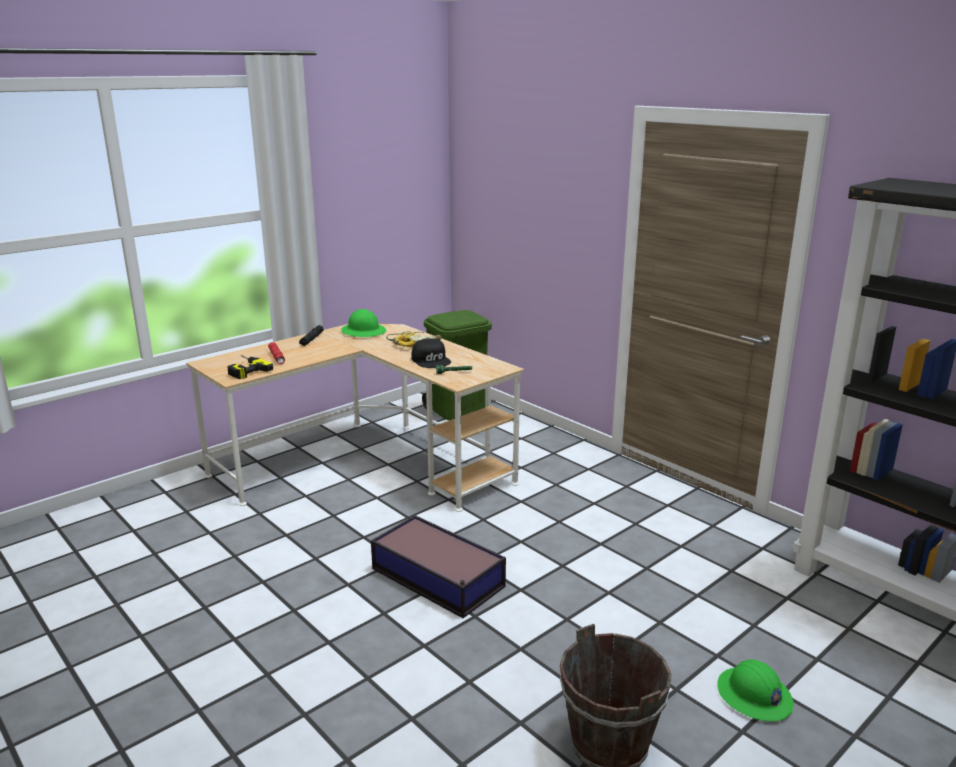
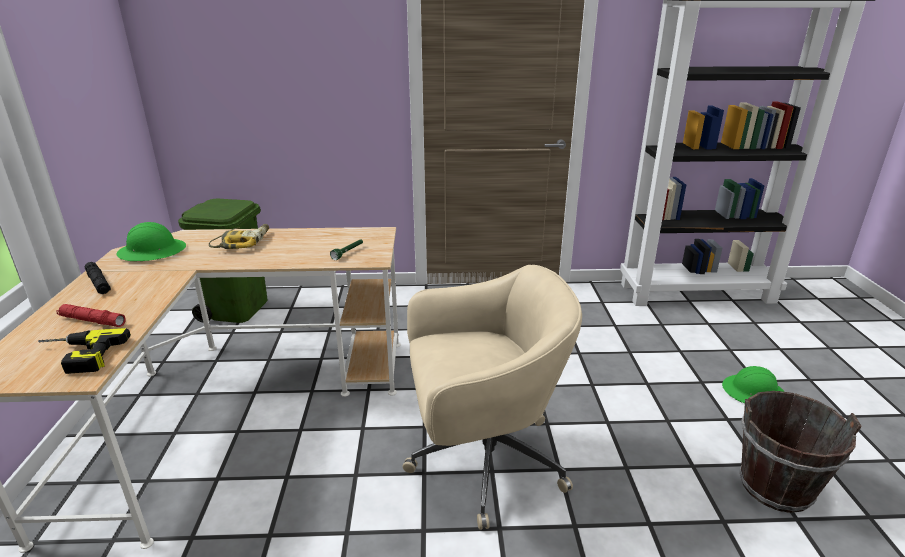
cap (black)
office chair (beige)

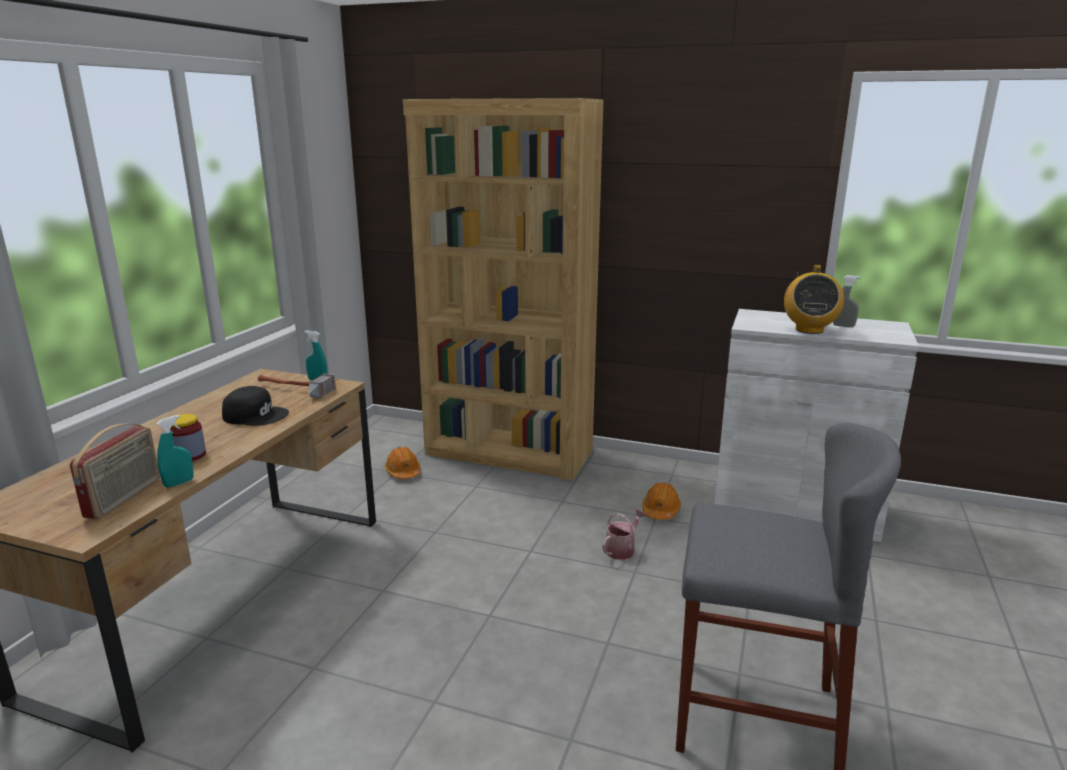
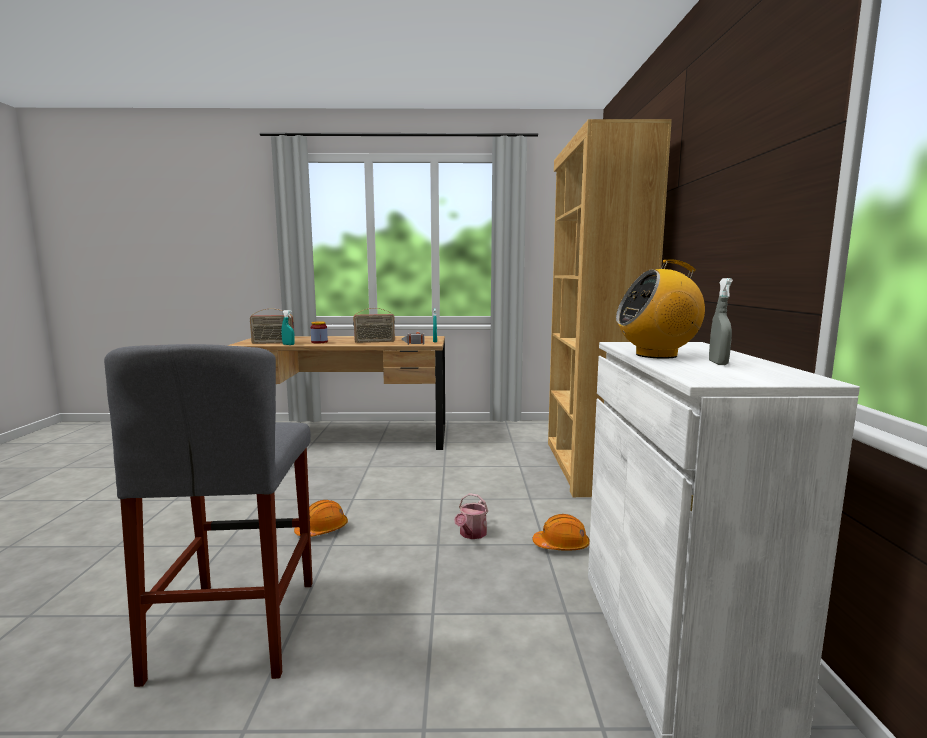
hard hat (orange) (no. 1 from left)
radio (no. 2 from left)
watering can

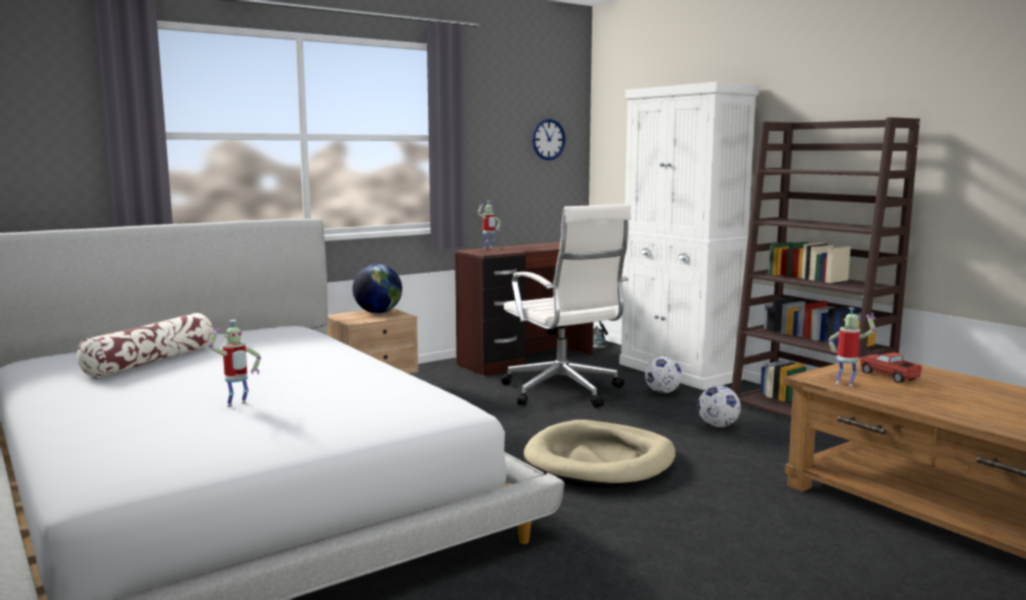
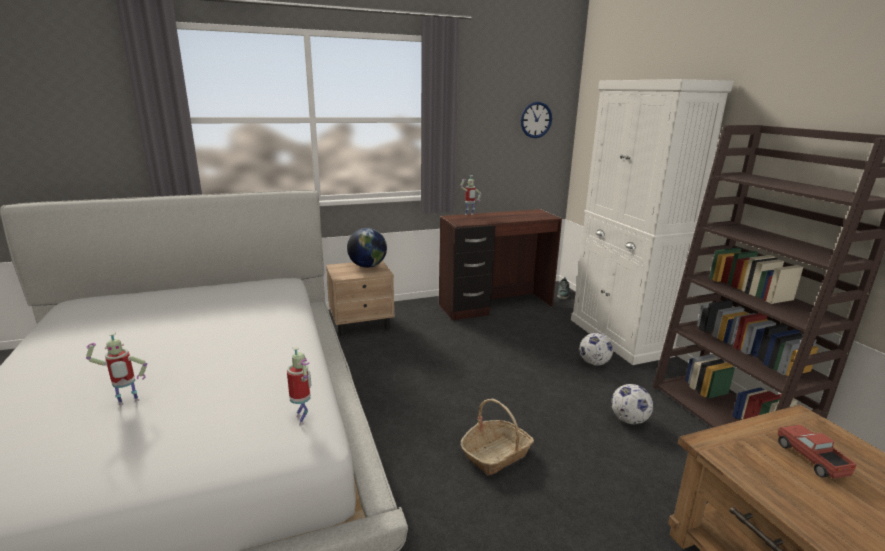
pillow
office chair (white)
toy robot (no. 2 from left)
basket

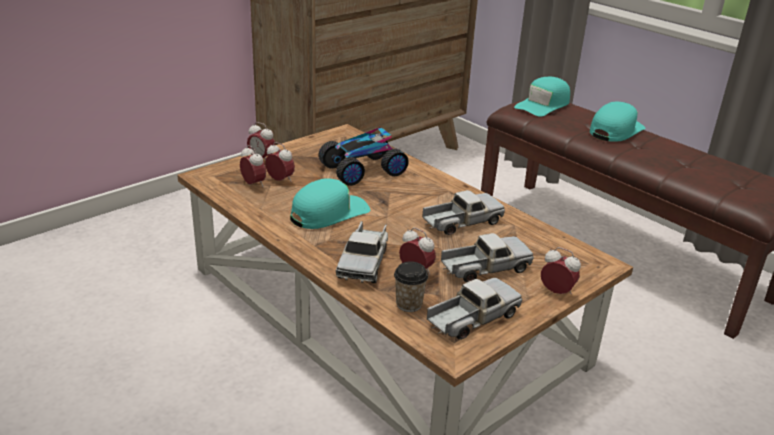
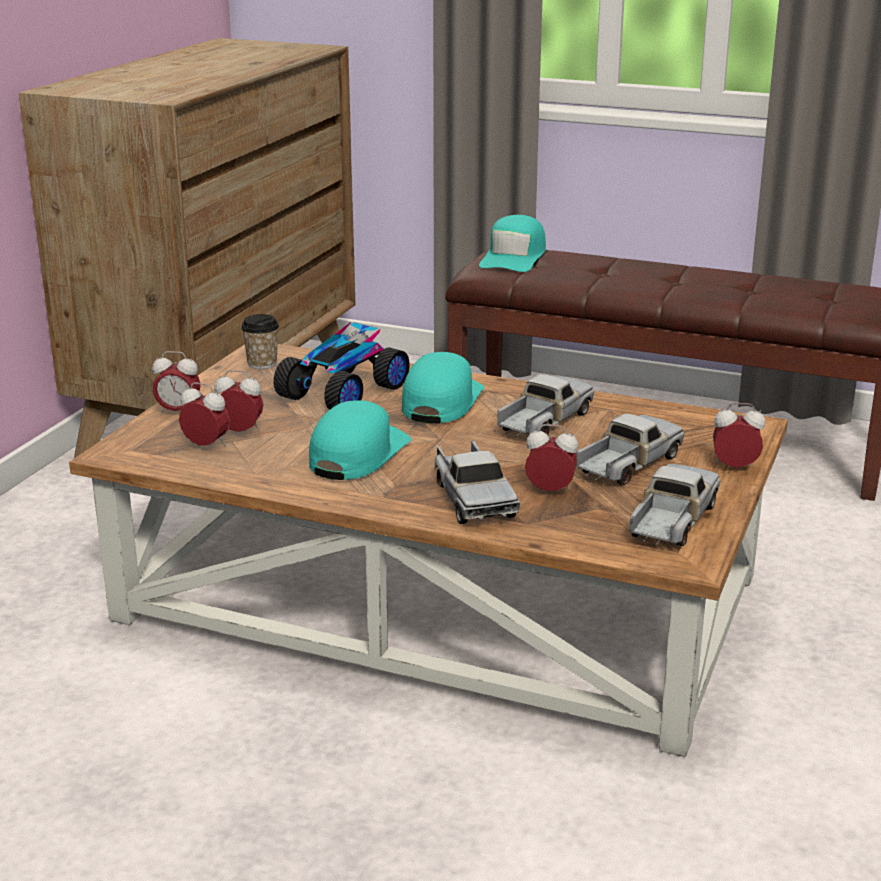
cup
cap (turquoise) (no. 2 from left)

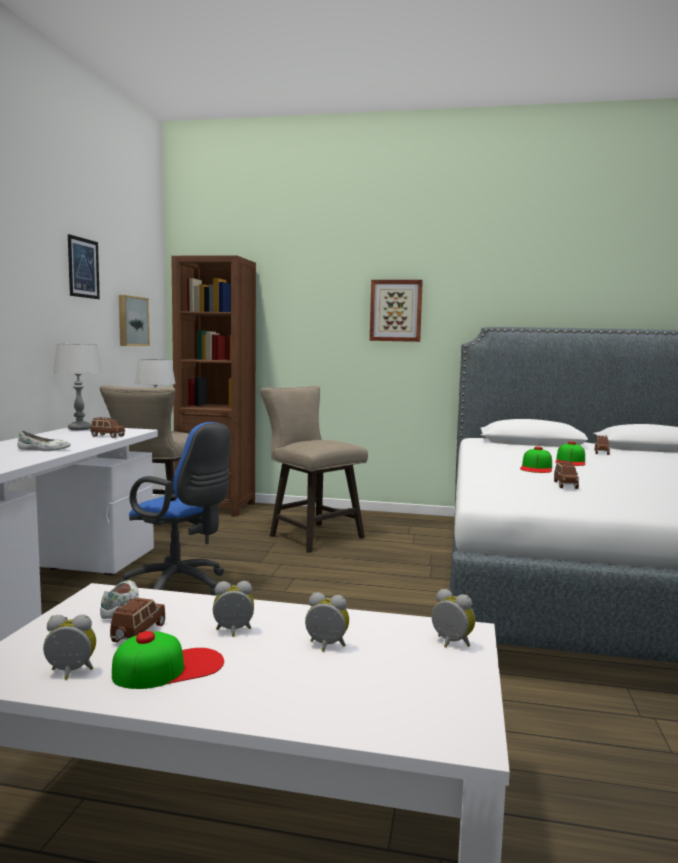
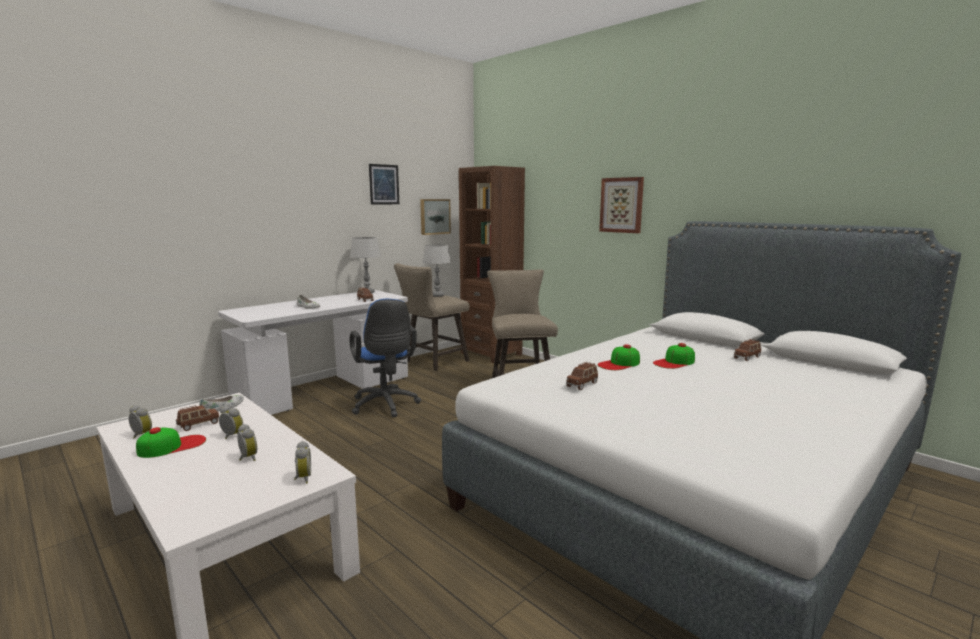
cap (no. 1 from left)

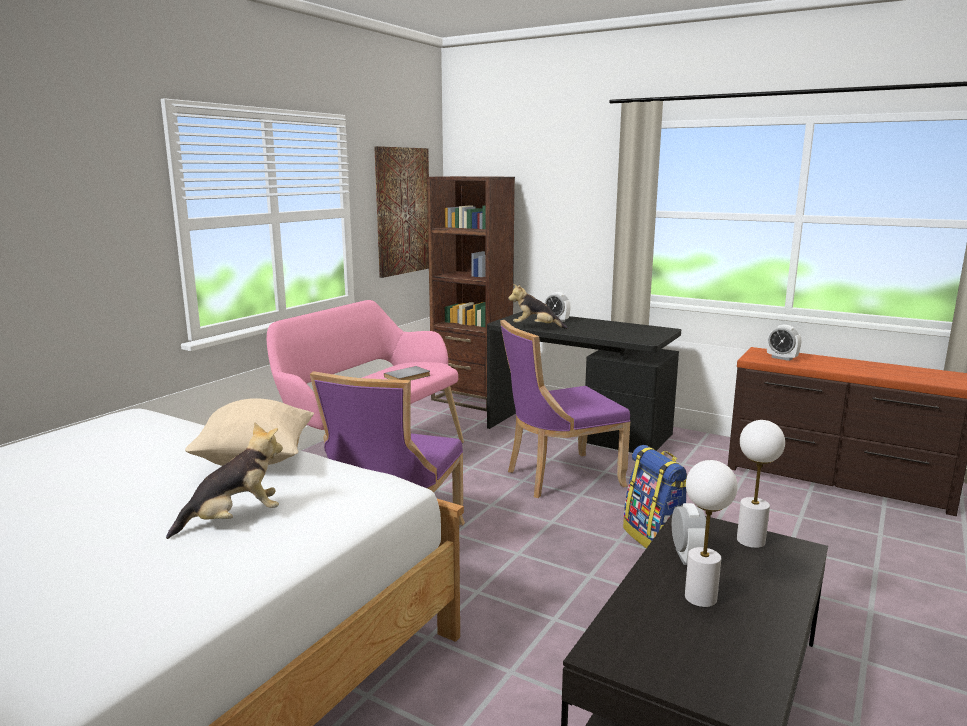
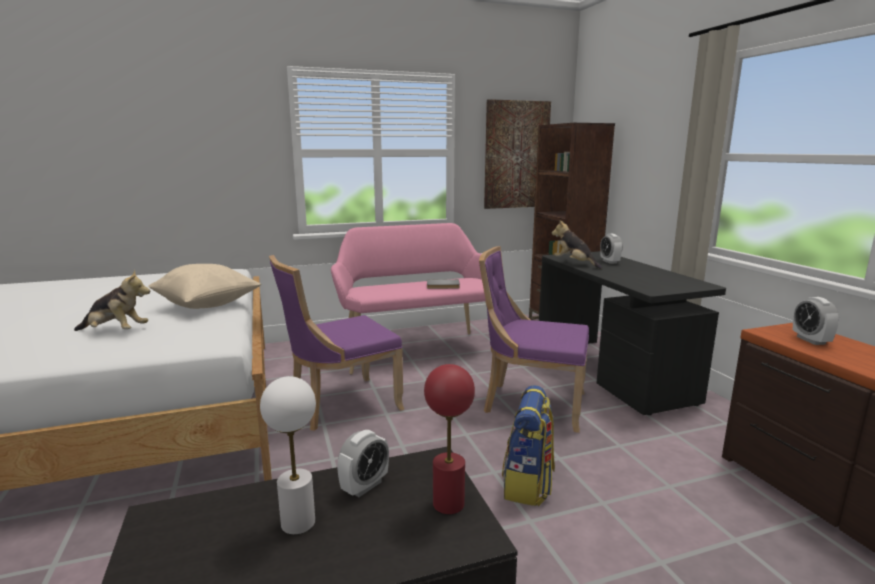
table lamp (red)

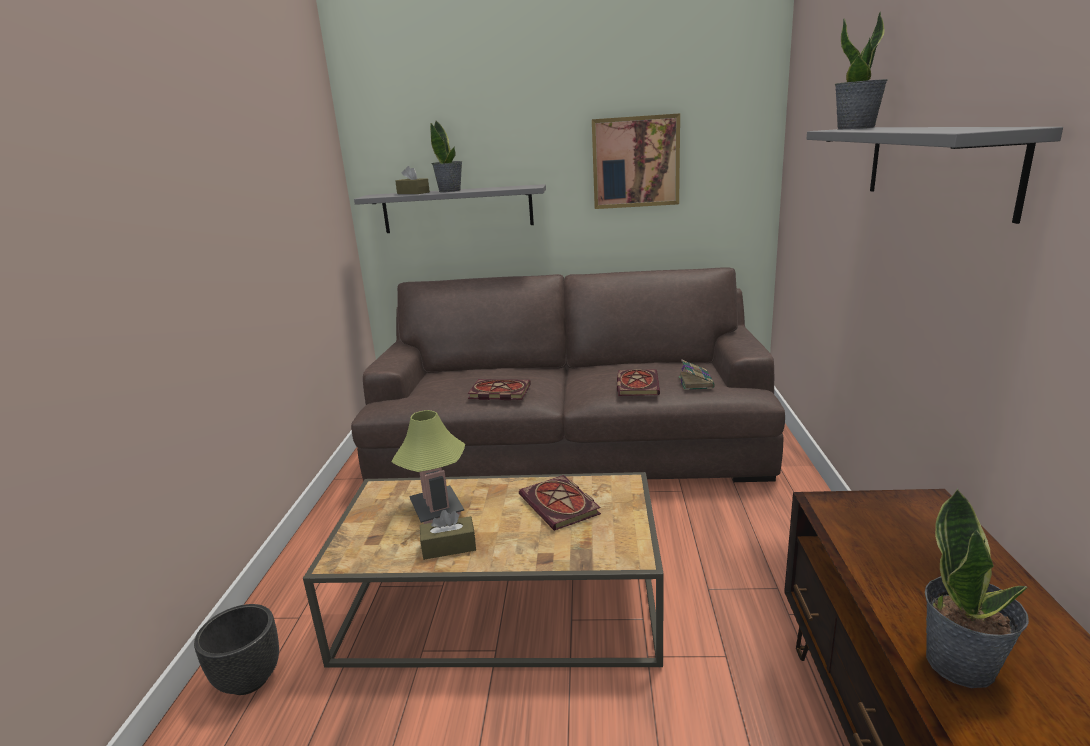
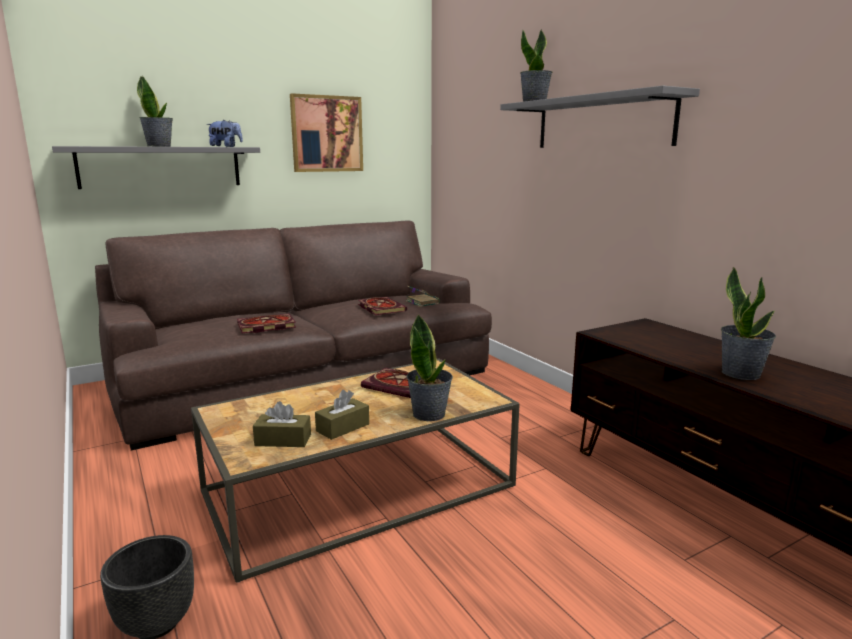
table lamp
plush toy
potted plant (no. 2 from left)
tissue box (brown) (no. 1 from left)

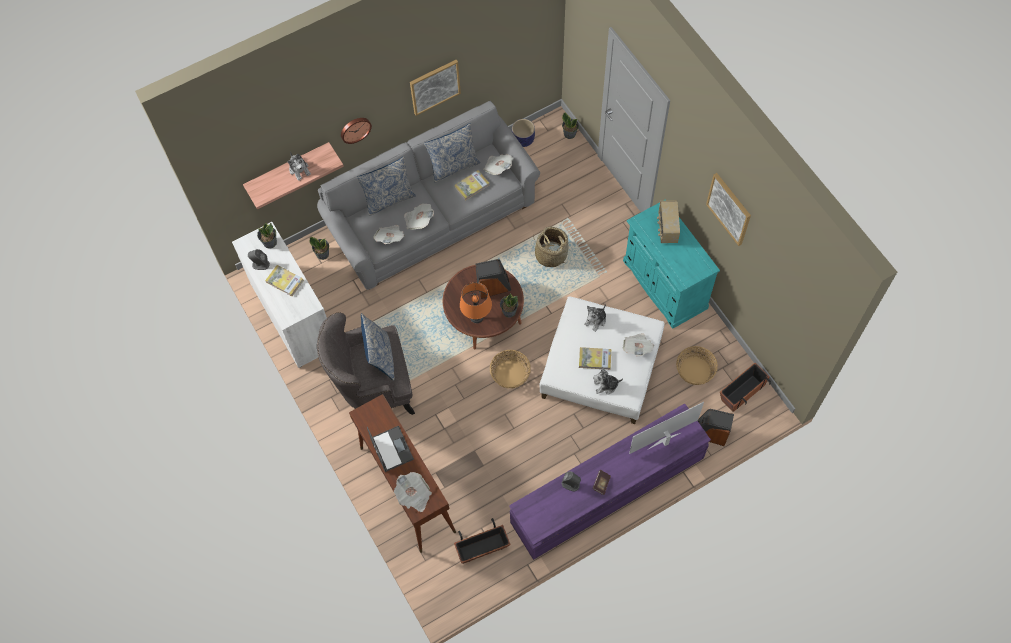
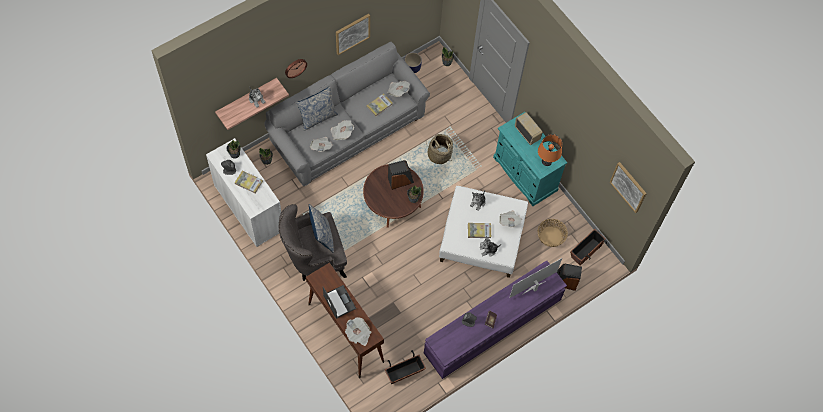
pillow (no. 3 from left in the first image)
basket (no. 1 from left in the first image)
table lamp (orange)
picture (no. 2 from left)
radio

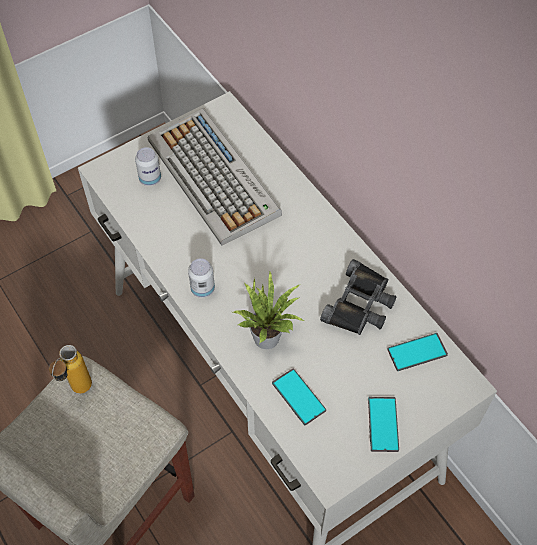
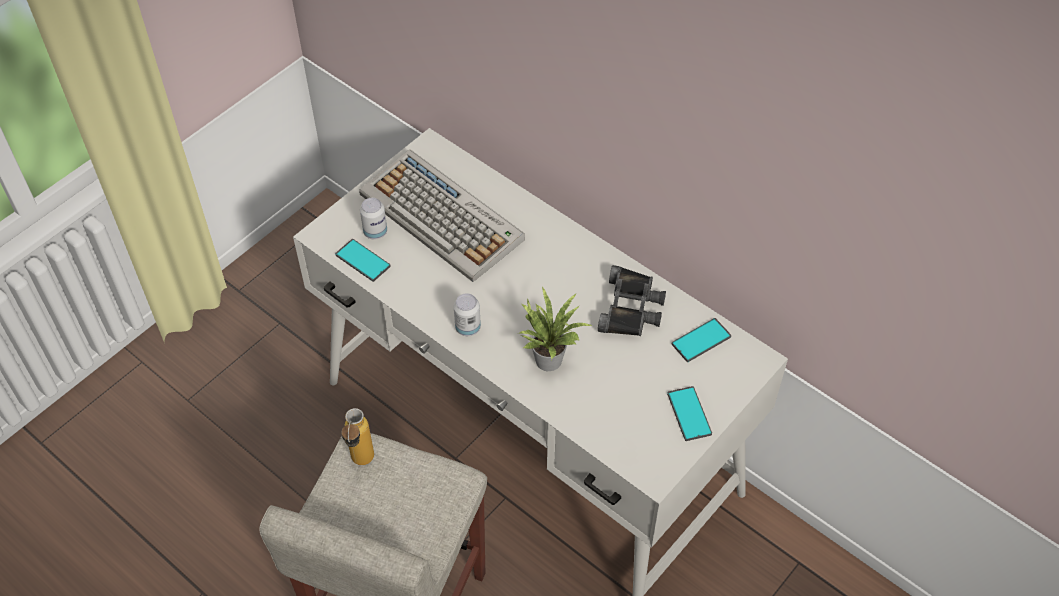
phone (no. 1 from left)

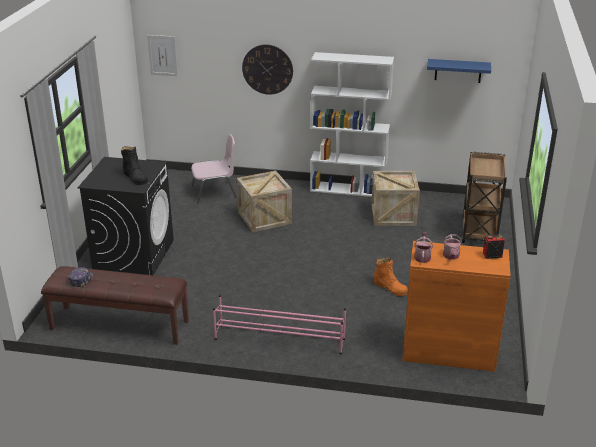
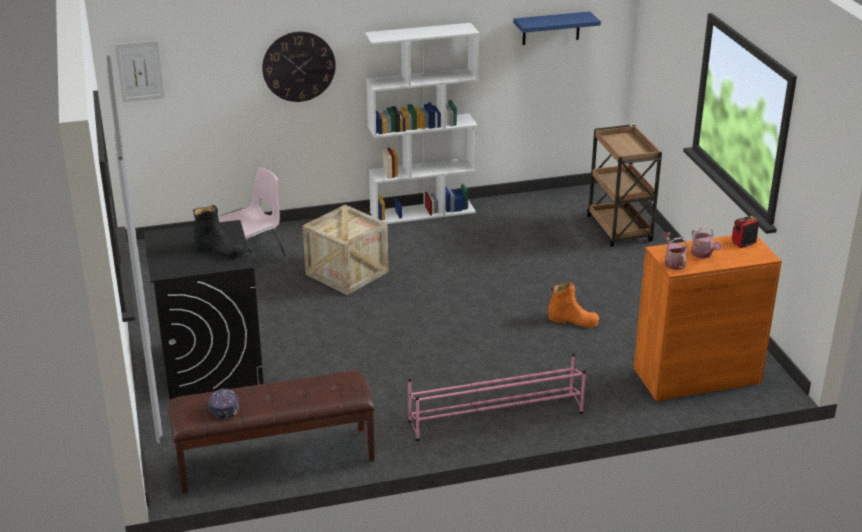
crate (no. 2 from left in the first image)

